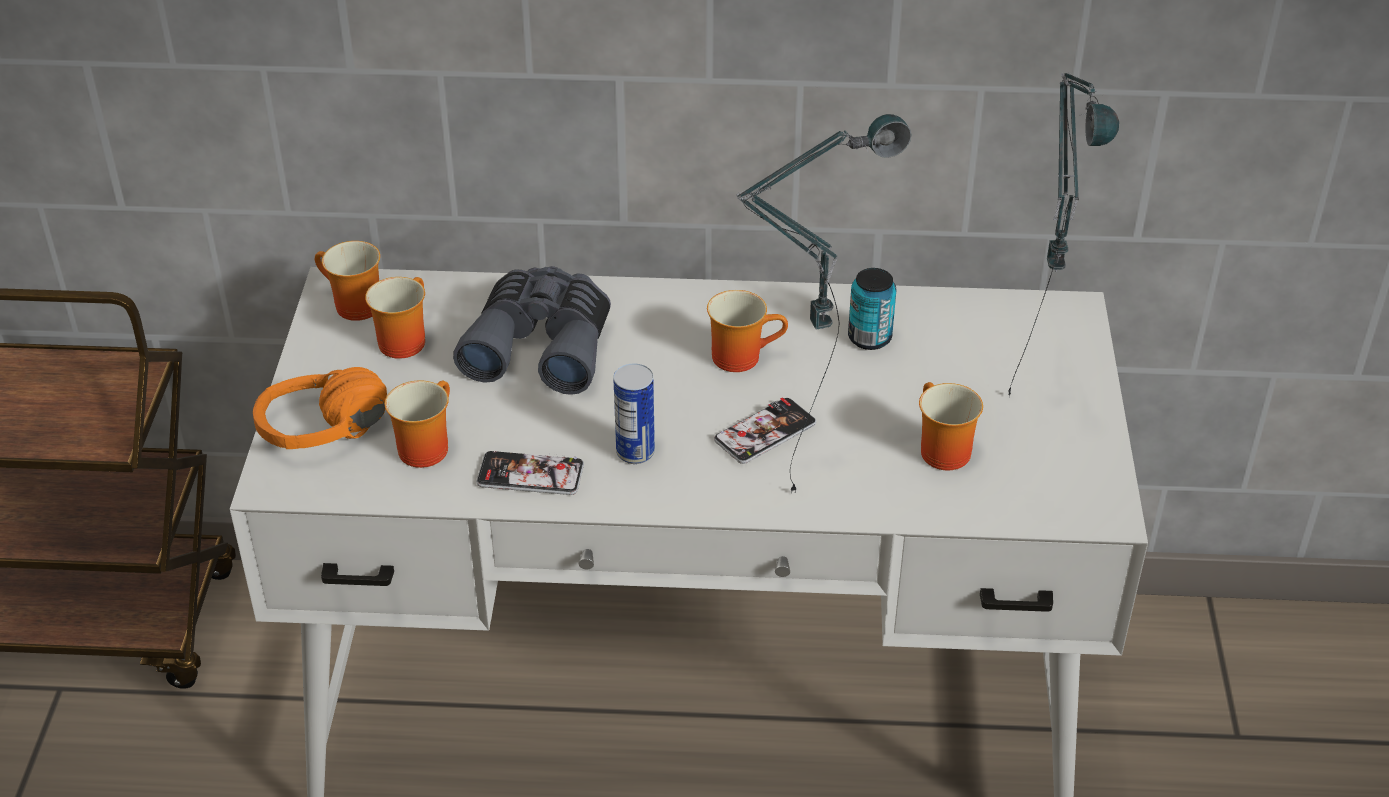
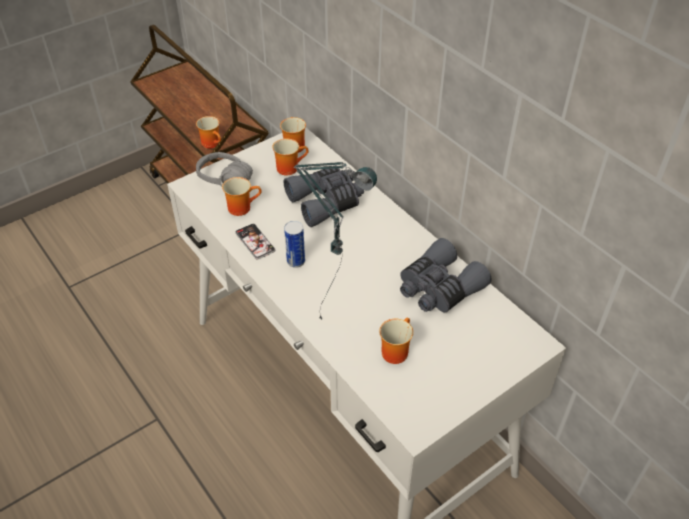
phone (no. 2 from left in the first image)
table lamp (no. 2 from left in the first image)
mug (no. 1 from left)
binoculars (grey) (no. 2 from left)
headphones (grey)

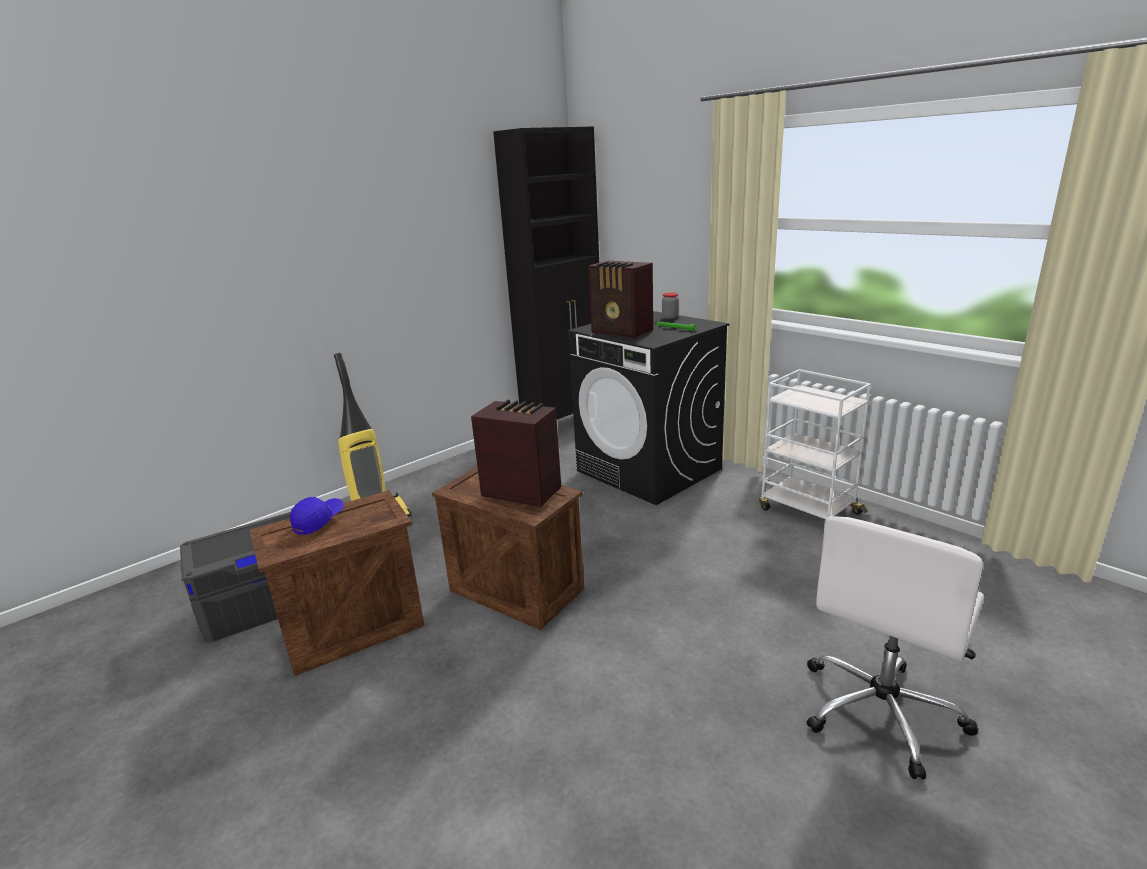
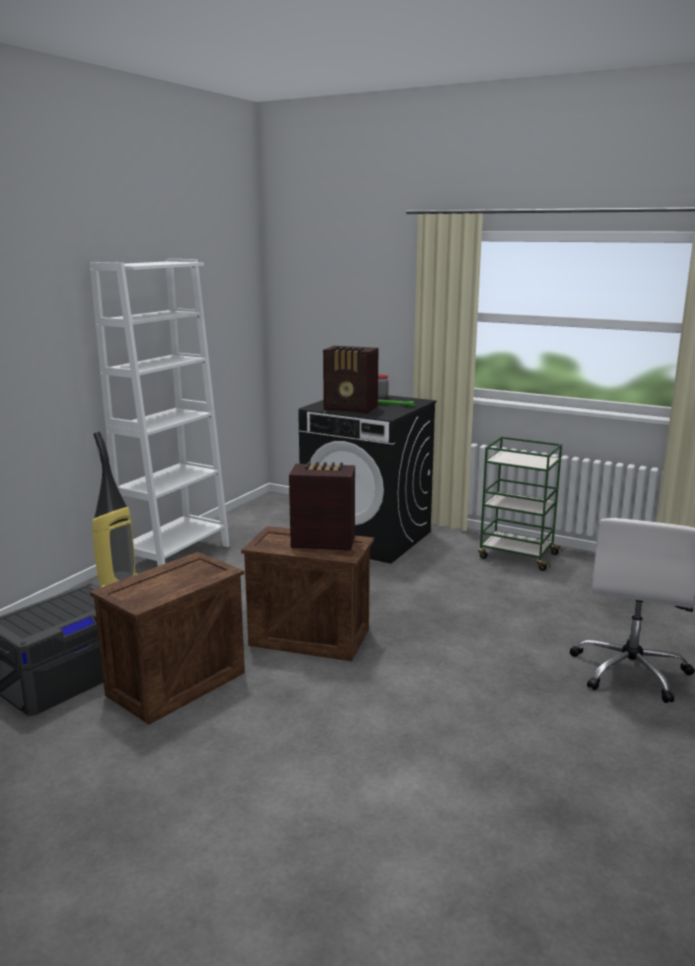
cap (blue)
cabinet (black)
bookcase (white)
cart (green)

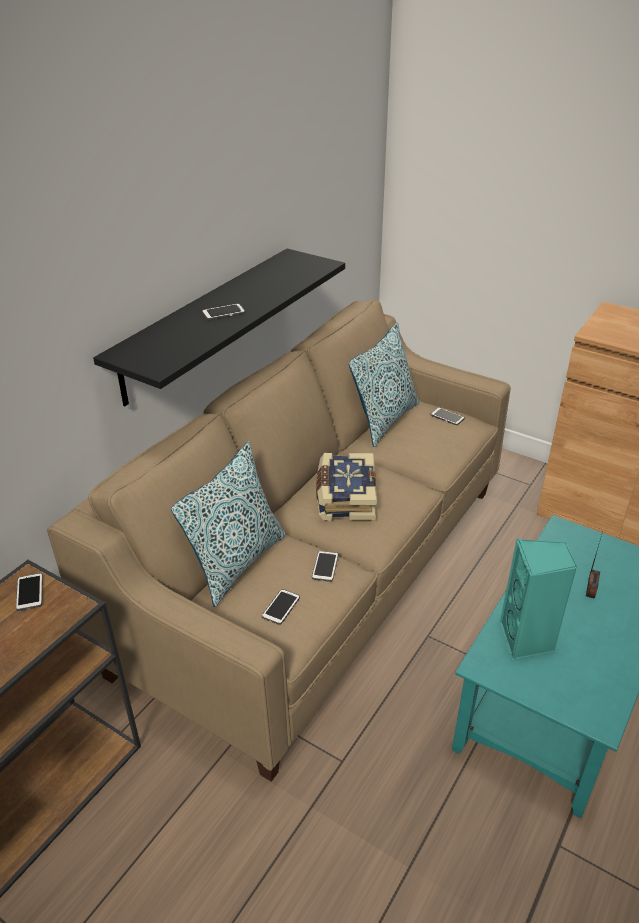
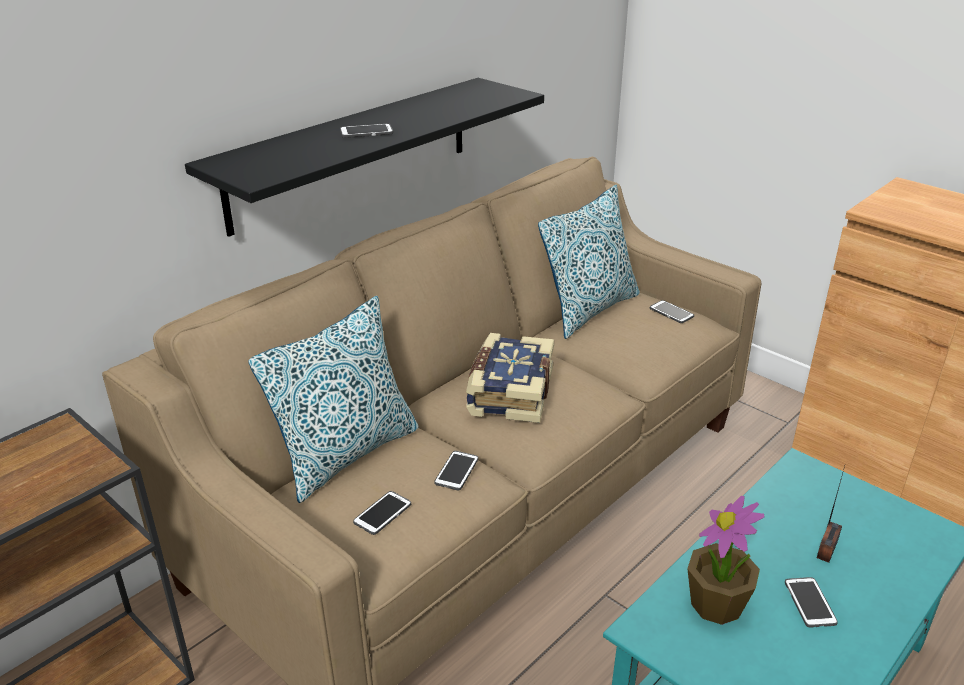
phone (no. 5 from left)
potted plant

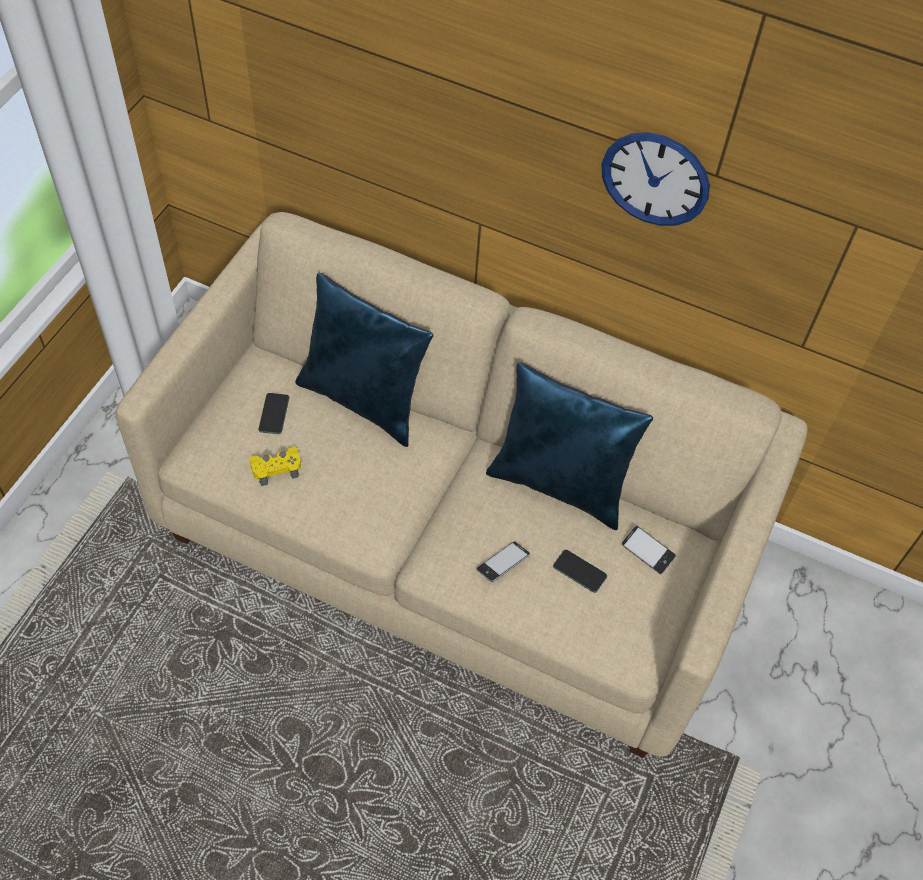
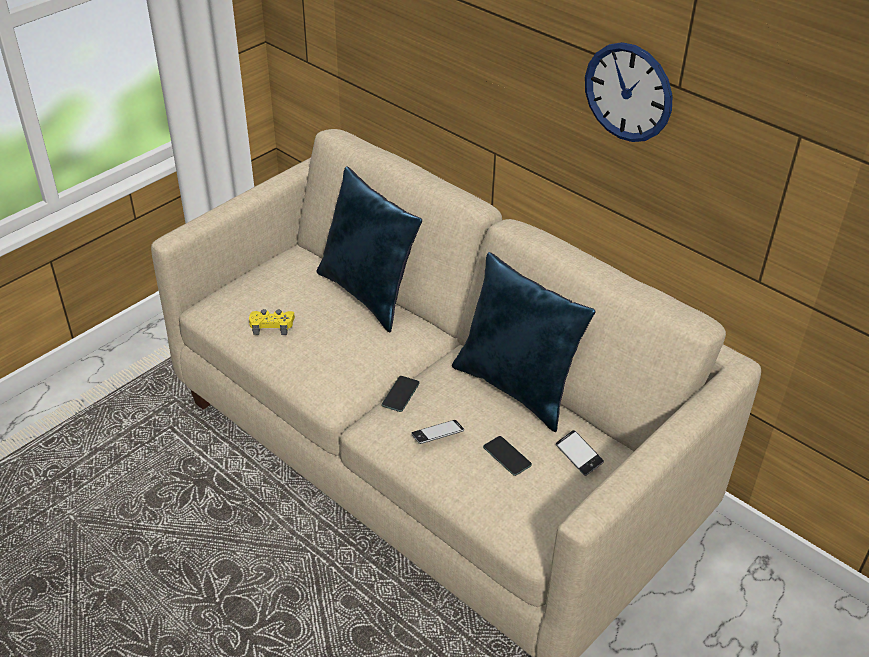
phone (no. 1 from left)

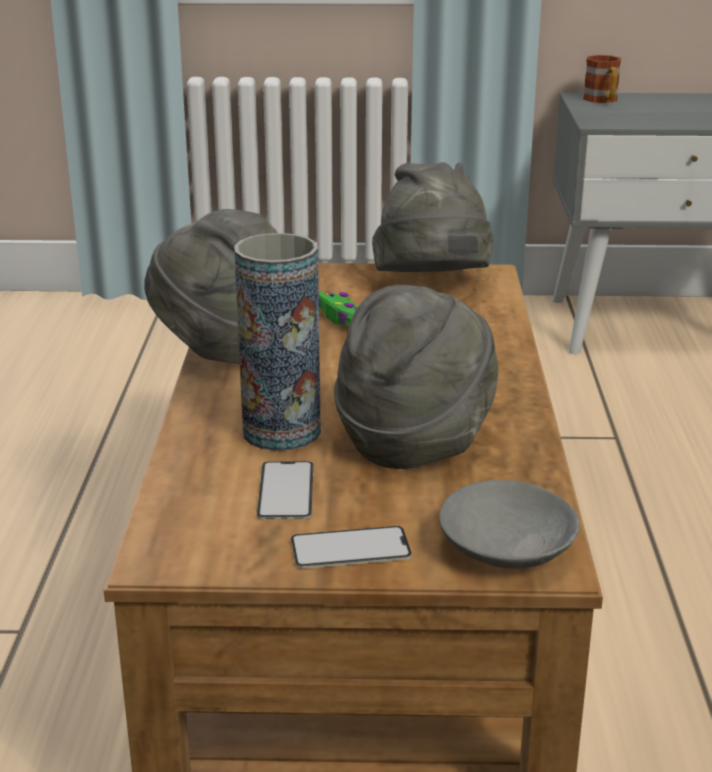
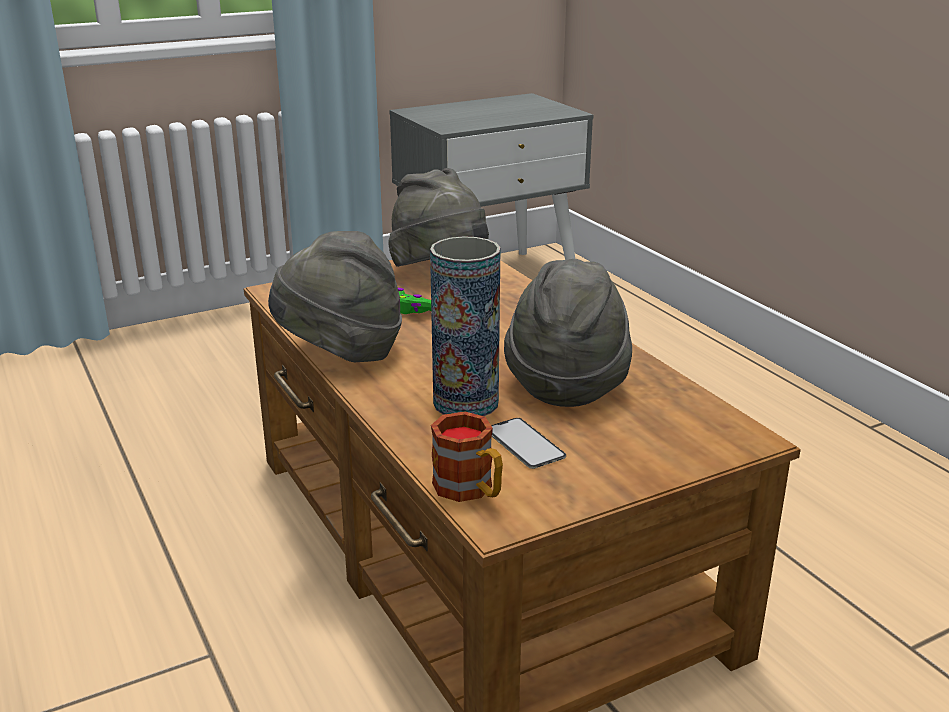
phone (no. 2 from left in the first image)
bowl (grey)
mug

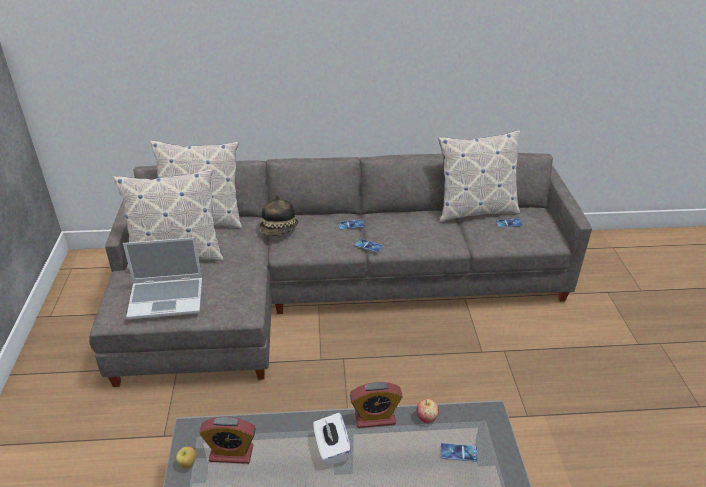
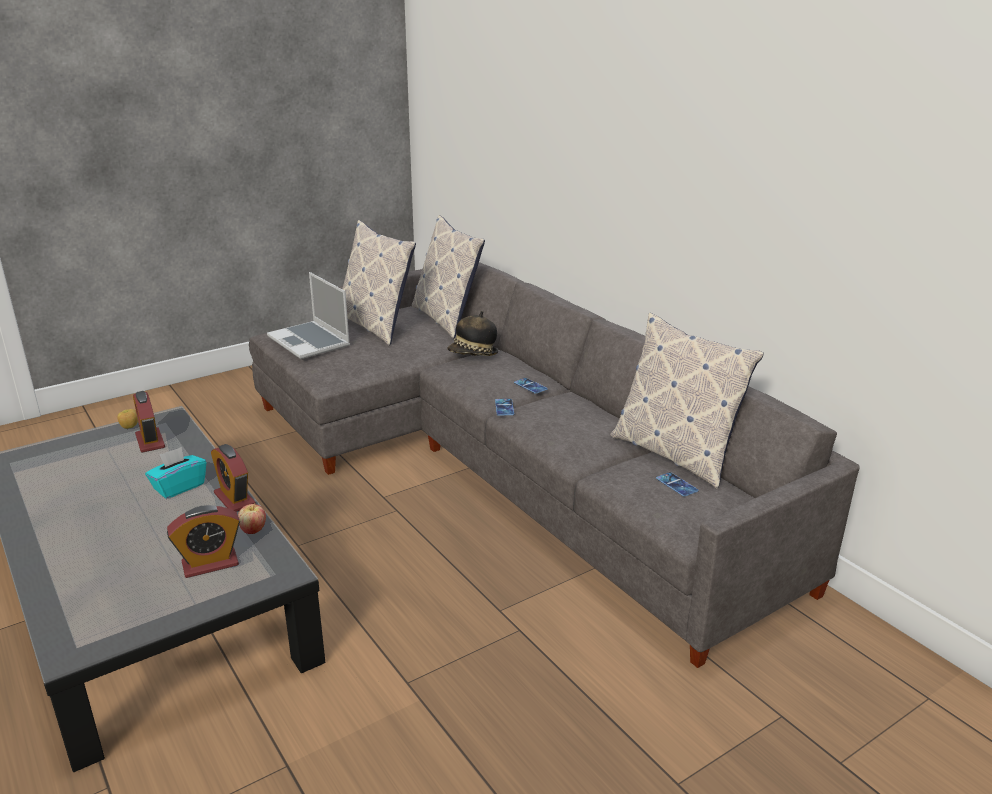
alarm clock (no. 2 from left)
tissue box (turquoise)

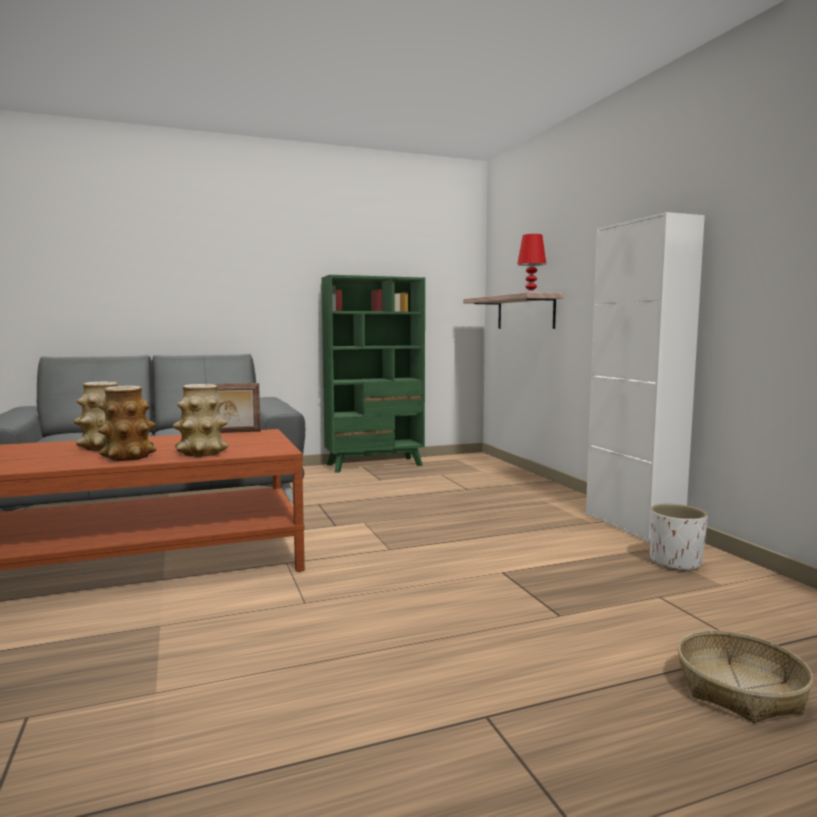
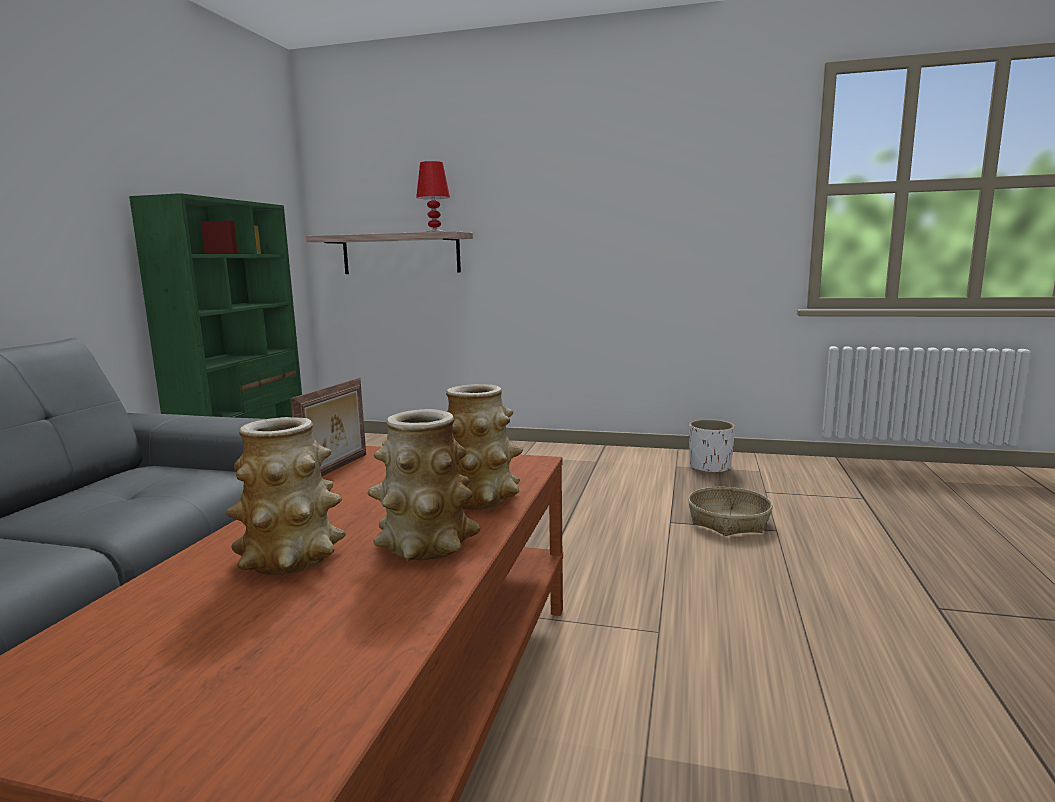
cabinet (white)
basket

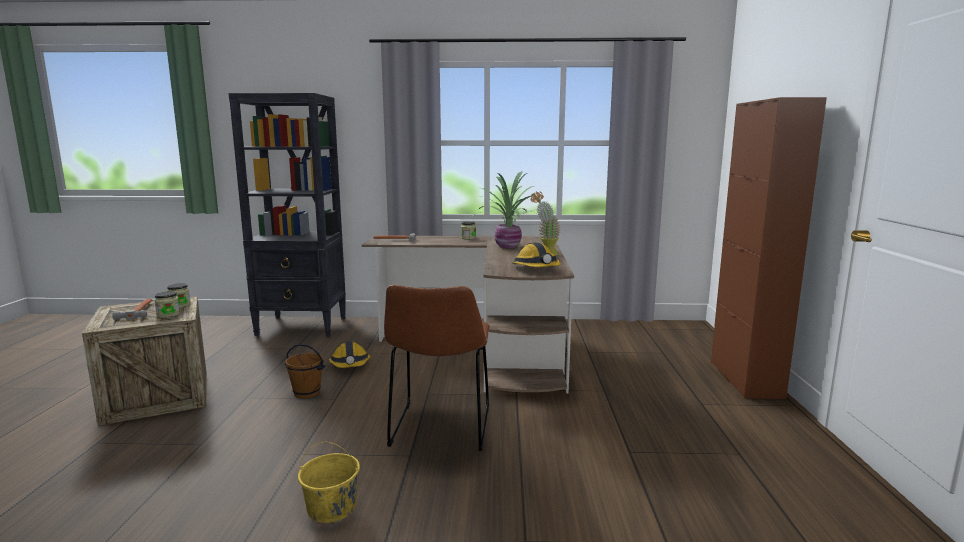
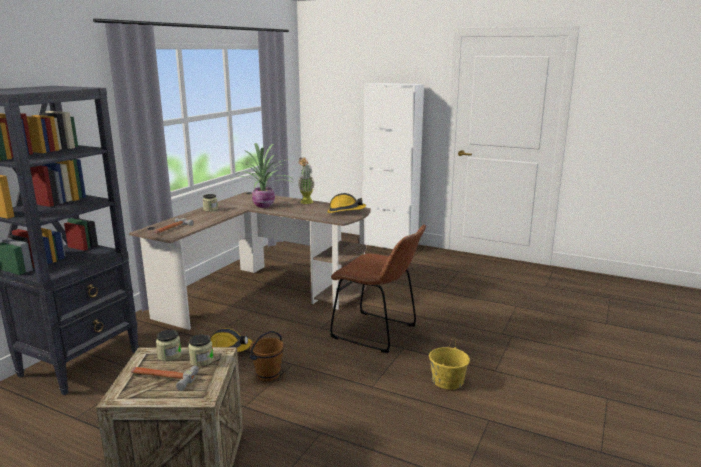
cabinet (white)

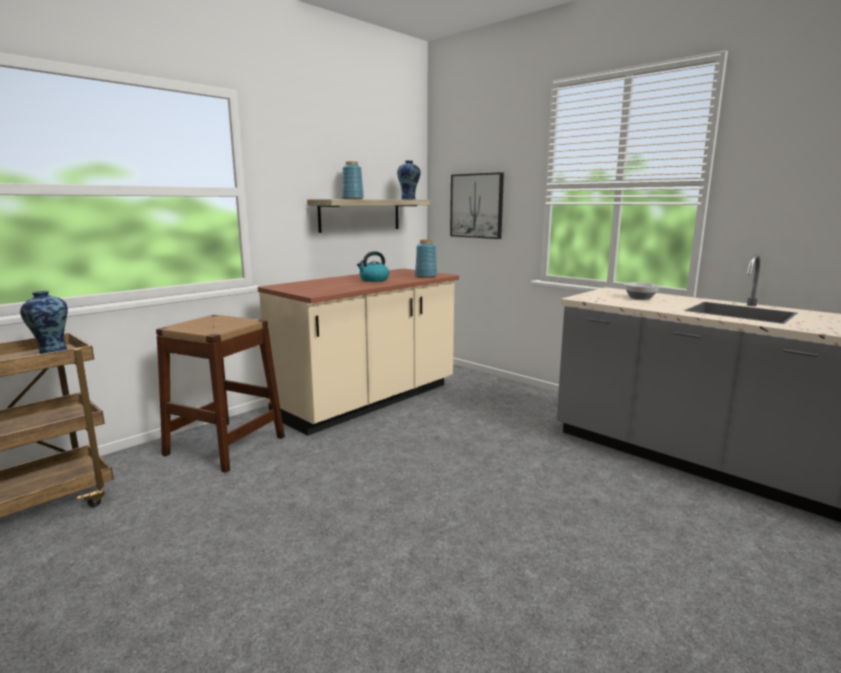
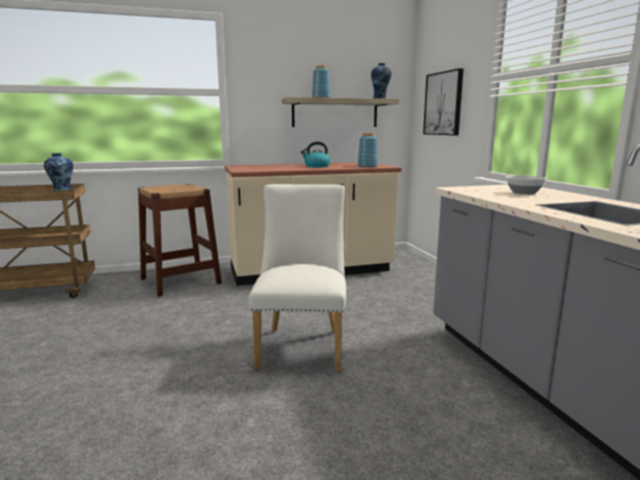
chair (white)

